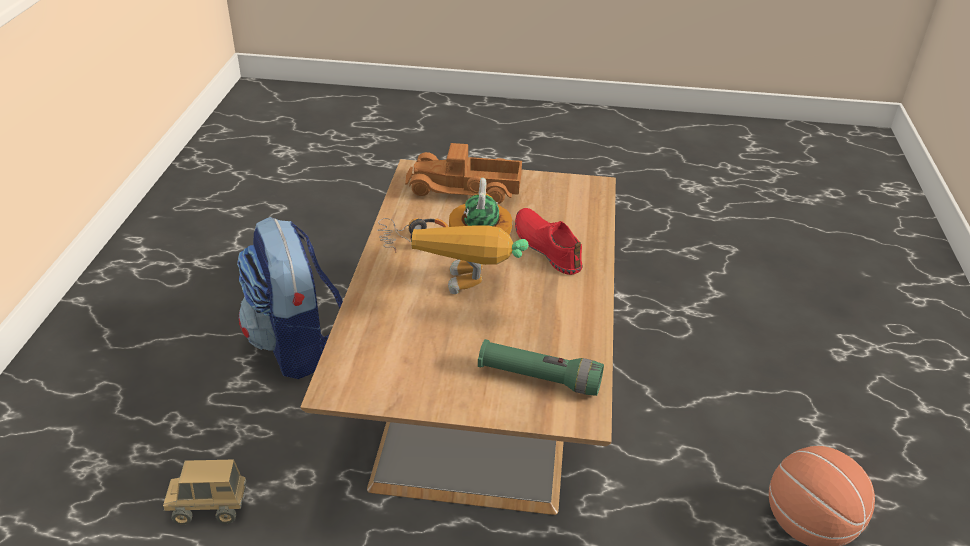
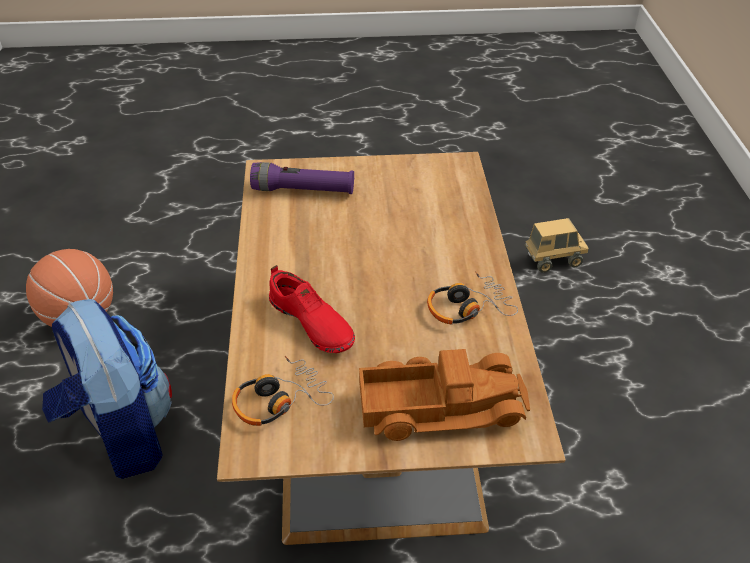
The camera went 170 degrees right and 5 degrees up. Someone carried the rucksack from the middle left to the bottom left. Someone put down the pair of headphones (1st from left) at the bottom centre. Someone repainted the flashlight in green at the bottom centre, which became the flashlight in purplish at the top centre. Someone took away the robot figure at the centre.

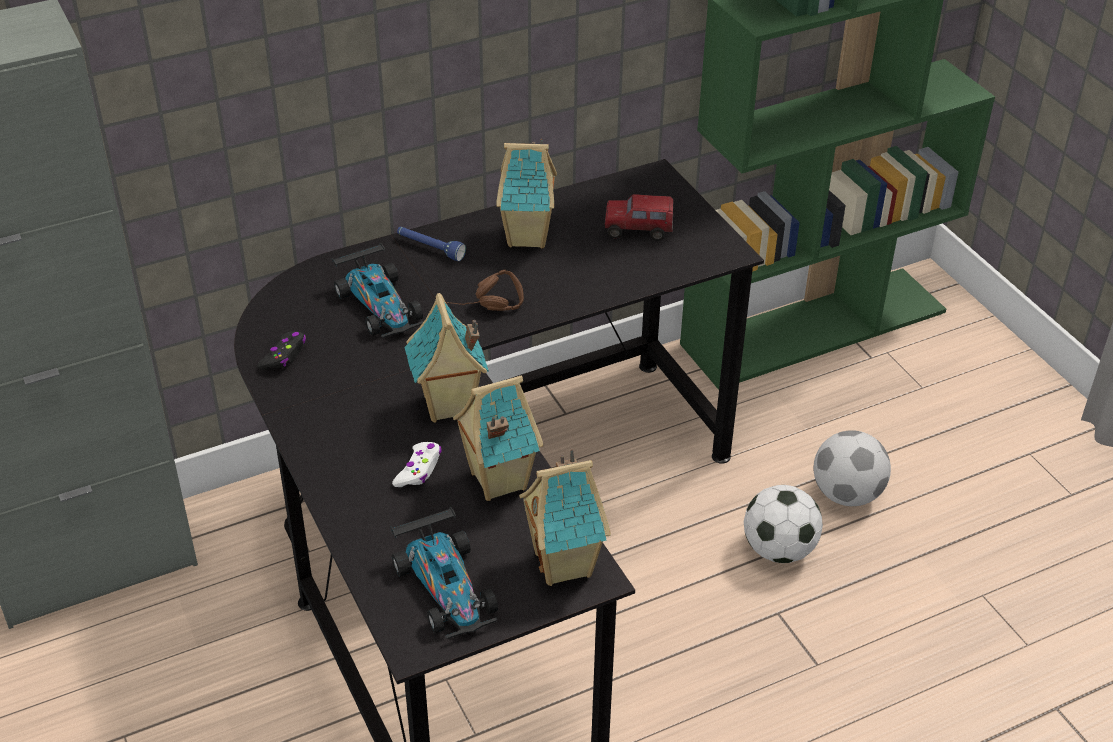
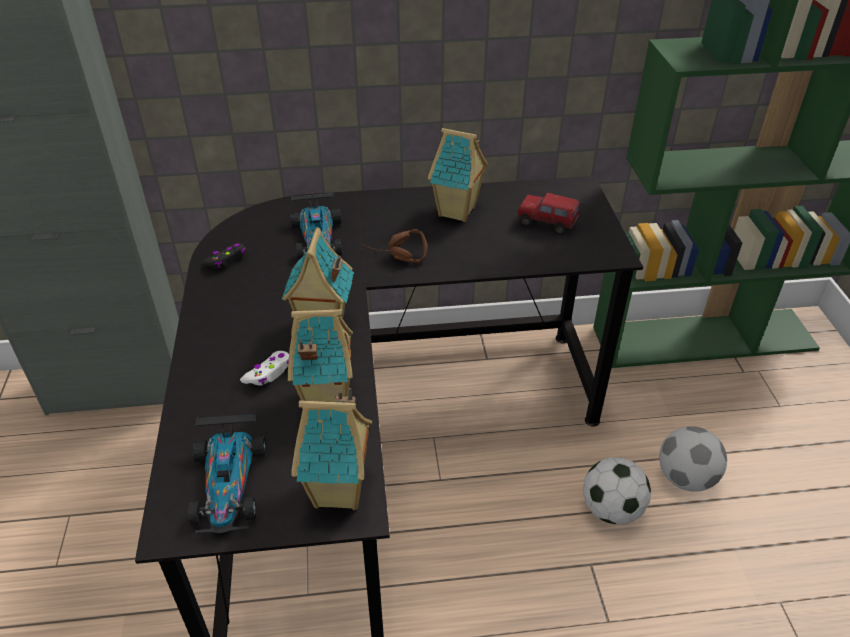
The camera went 20 degrees right and 0 degrees up. Someone took away the flashlight in blue-coloured at the top centre.

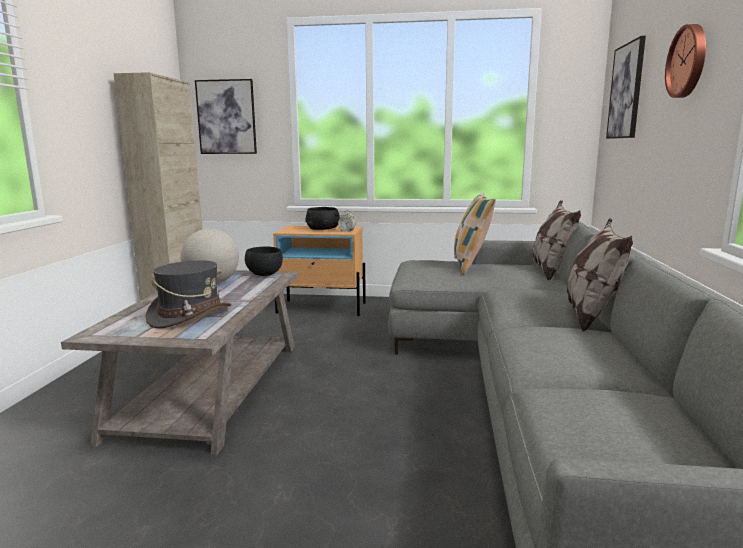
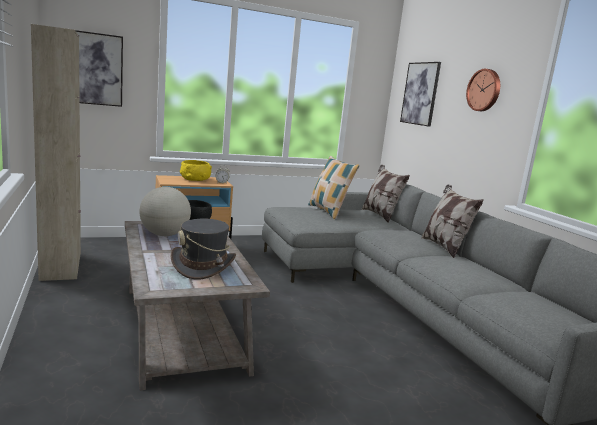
The camera went 30 degrees left and 0 degrees up. Someone repainted the bowl in blackish (2nd from left) at the centre, which became the bowl in yellowish at the middle left.

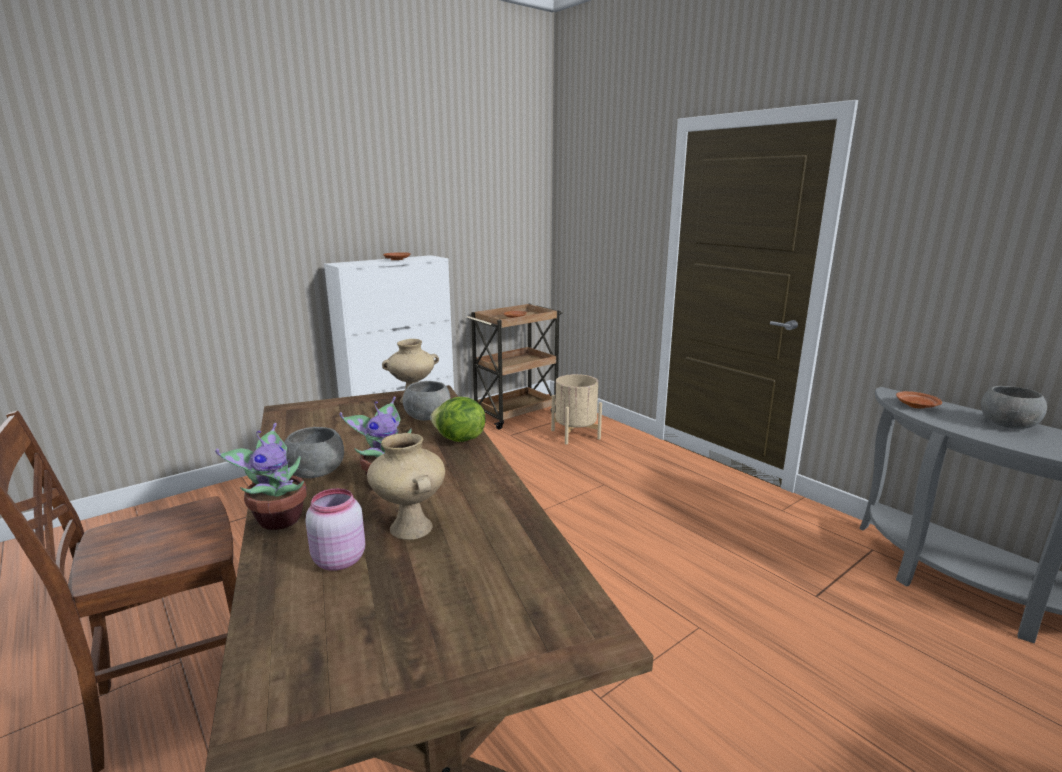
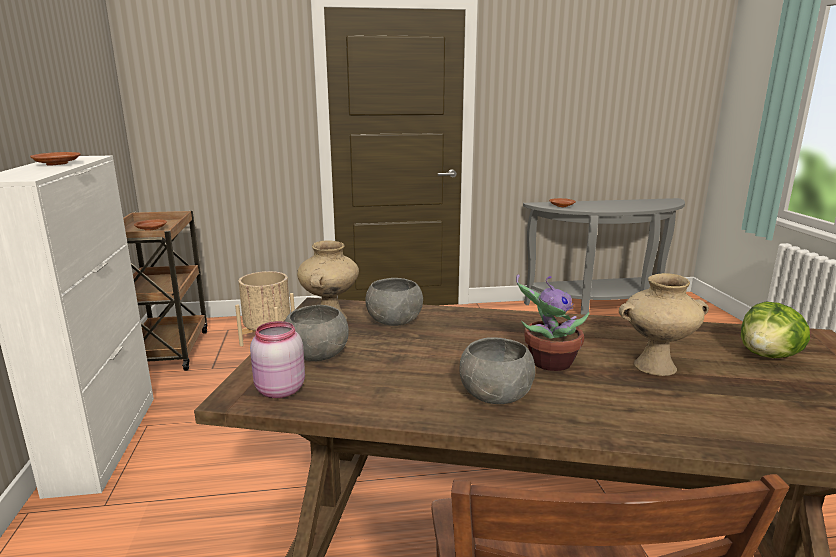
The camera went 60 degrees left and 0 degrees up. Someone carried the storage jar in pink-coloured from the bottom left to the middle left. Someone carried the bowl in greyish (3rd from left in the first image) from the middle right to the centre. Someone carried the lettuce from the centre to the middle right. Someone took away the potted plant (1st from left) at the middle left.

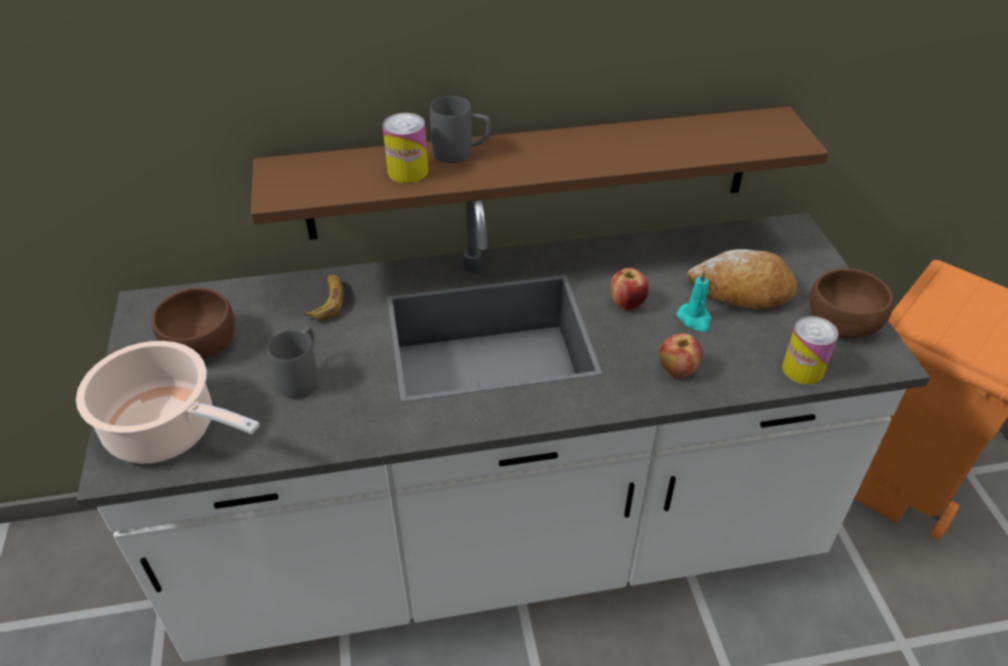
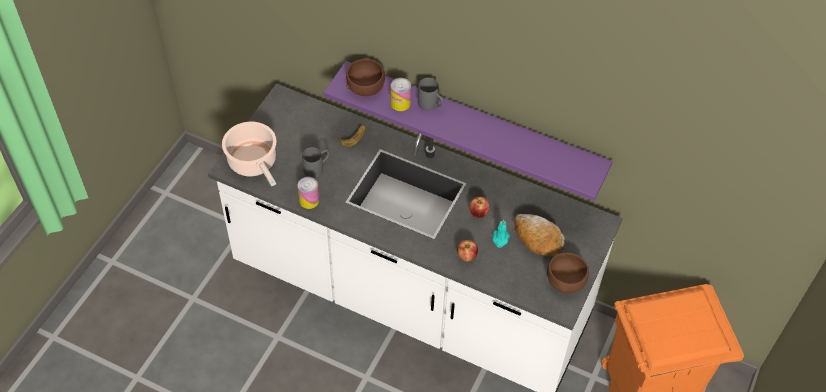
The camera went 35 degrees right and 10 degrees up. Someone carried the can (2nd from left in the first image) from the middle right to the centre. Someone repainted the bracket shelf in brown at the top centre, which became the bracket shelf in purplish at the centre. Someone carried the bowl in brown (1st from left) from the middle left to the top centre.

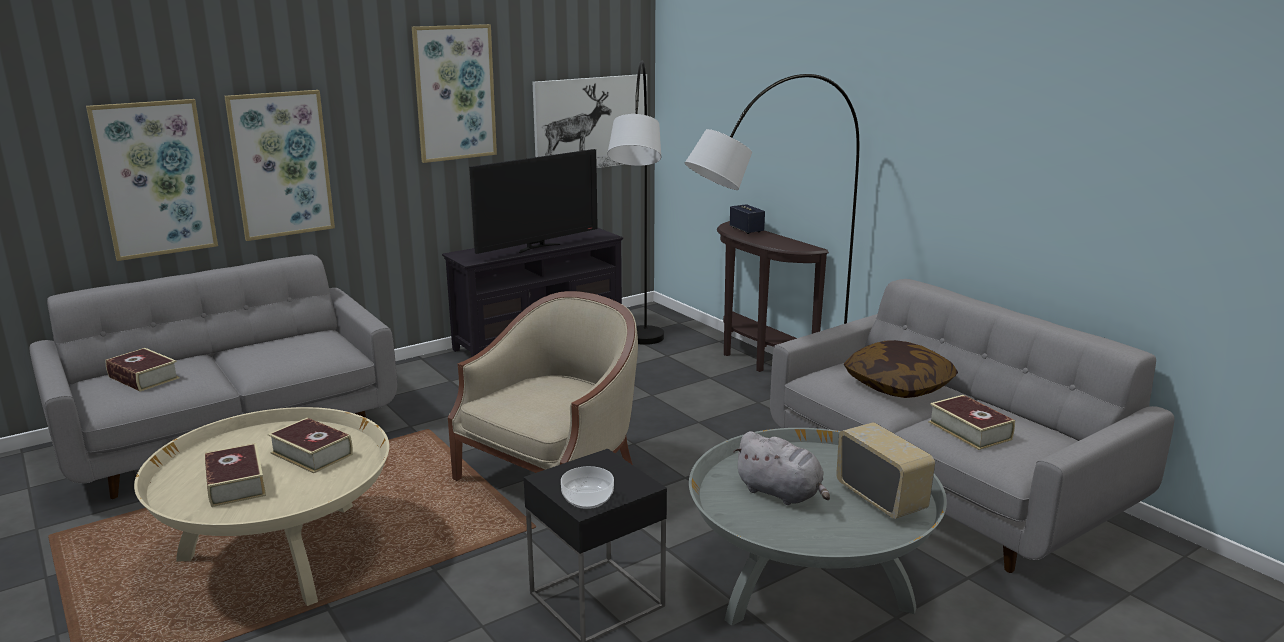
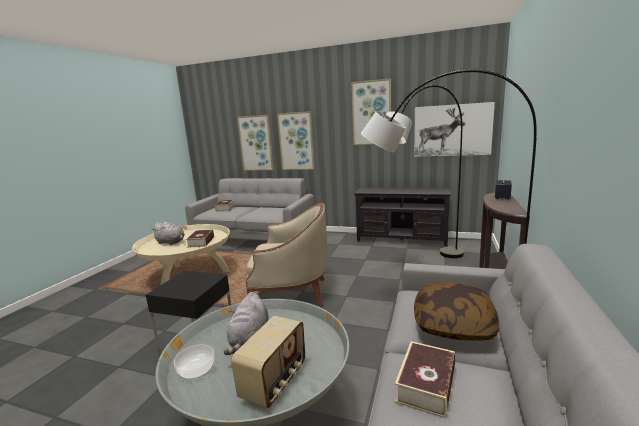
The camera went 55 degrees right and 5 degrees down. Someone swapped the volume (2nd from left) at the bottom left for the soft toy in greyish (1st from left) at the middle left. Someone carried the bowl from the bottom centre to the bottom left. Someone took away the TV at the top centre.

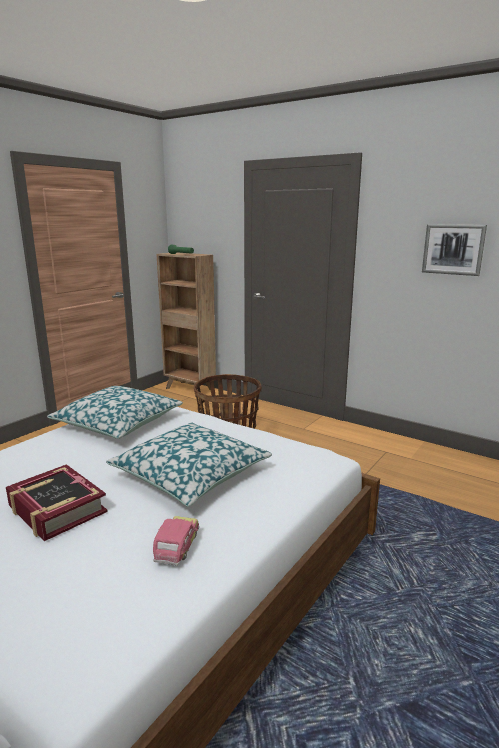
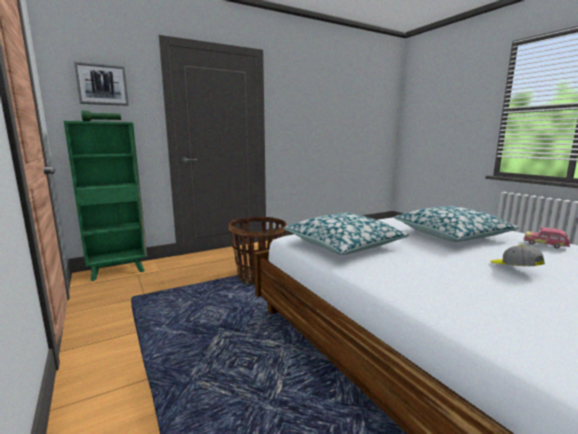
The camera went 65 degrees left and 5 degrees down. Someone repainted the bookcase in brown at the centre, which became the bookcase in green at the middle left. Someone carried the wall picture from the middle right to the top left. Someone swapped the volume at the bottom left for the cap at the middle right.

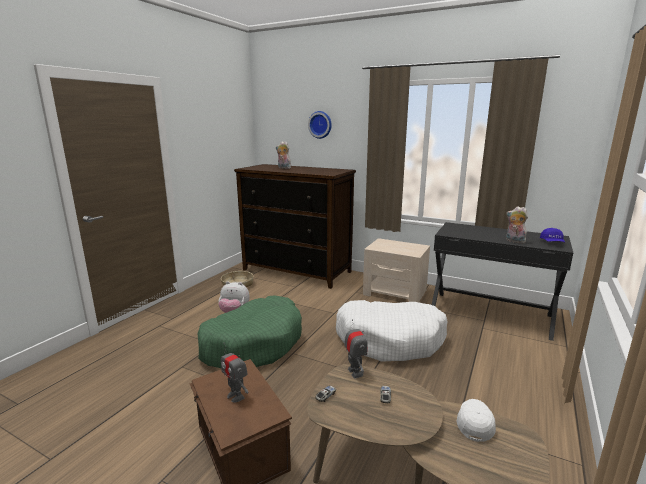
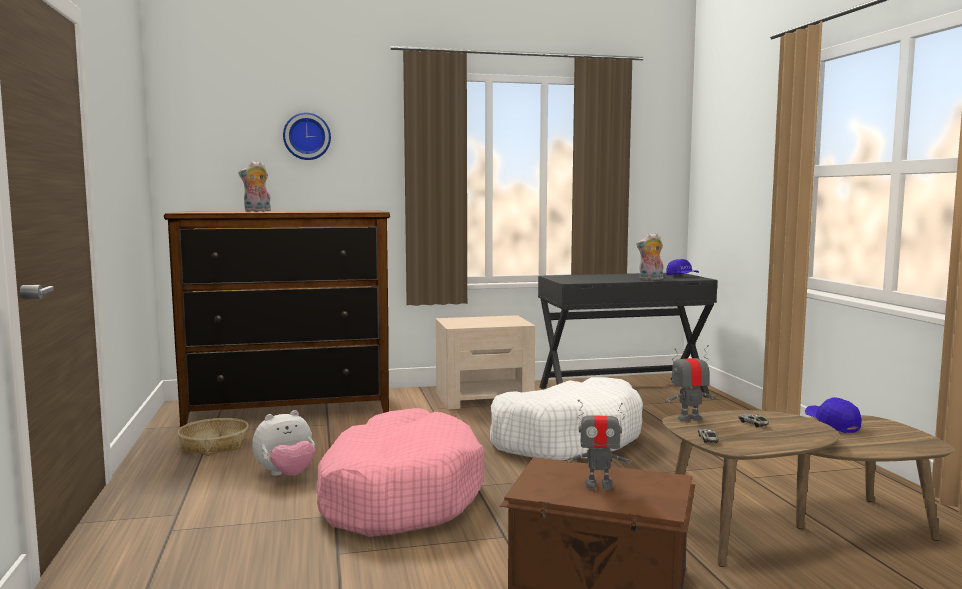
The camera went 40 degrees left and 10 degrees down. Someone repainted the pet bed in green at the bottom centre, which became the pet bed in pink-coloured at the bottom centre. Someone rotated the robot figure (2nd from left) at the bottom centre by 45 degrees counterclockwise. Someone repainted the cap in white at the bottom right, which became the cap in blue-coloured (2nd from left) at the bottom right.

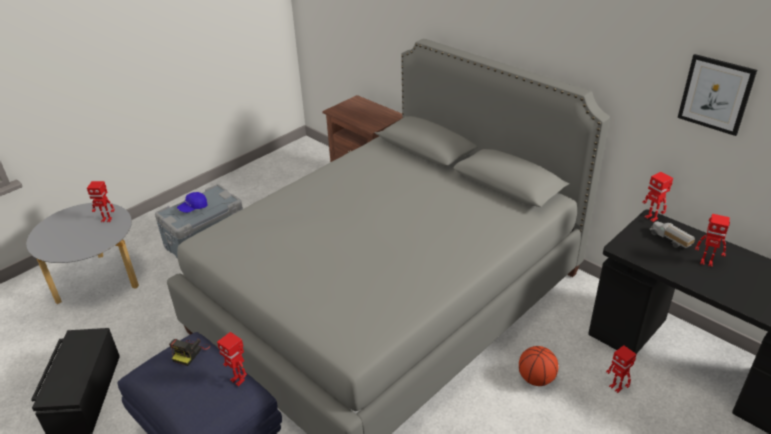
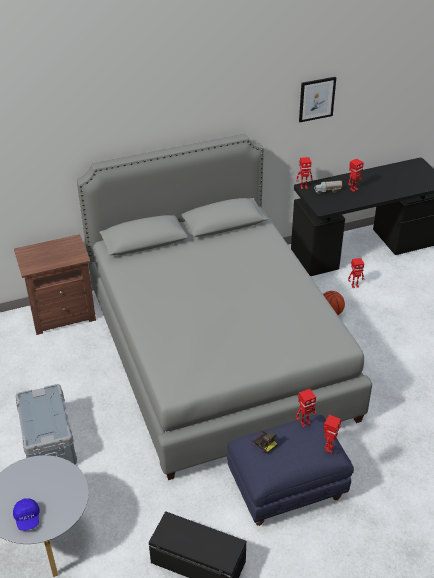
The camera went 65 degrees left and 5 degrees up. Someone carried the cap in blue-coloured from the middle left to the bottom left. Someone carried the robot figure (1st from left in the first image) from the middle left to the bottom right.

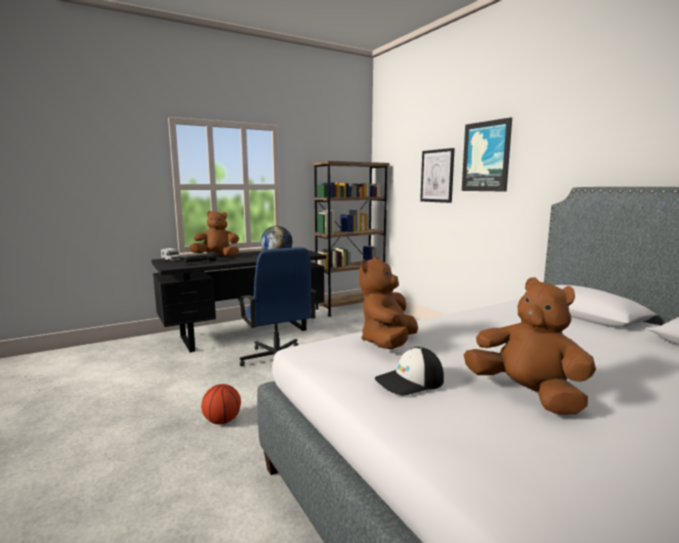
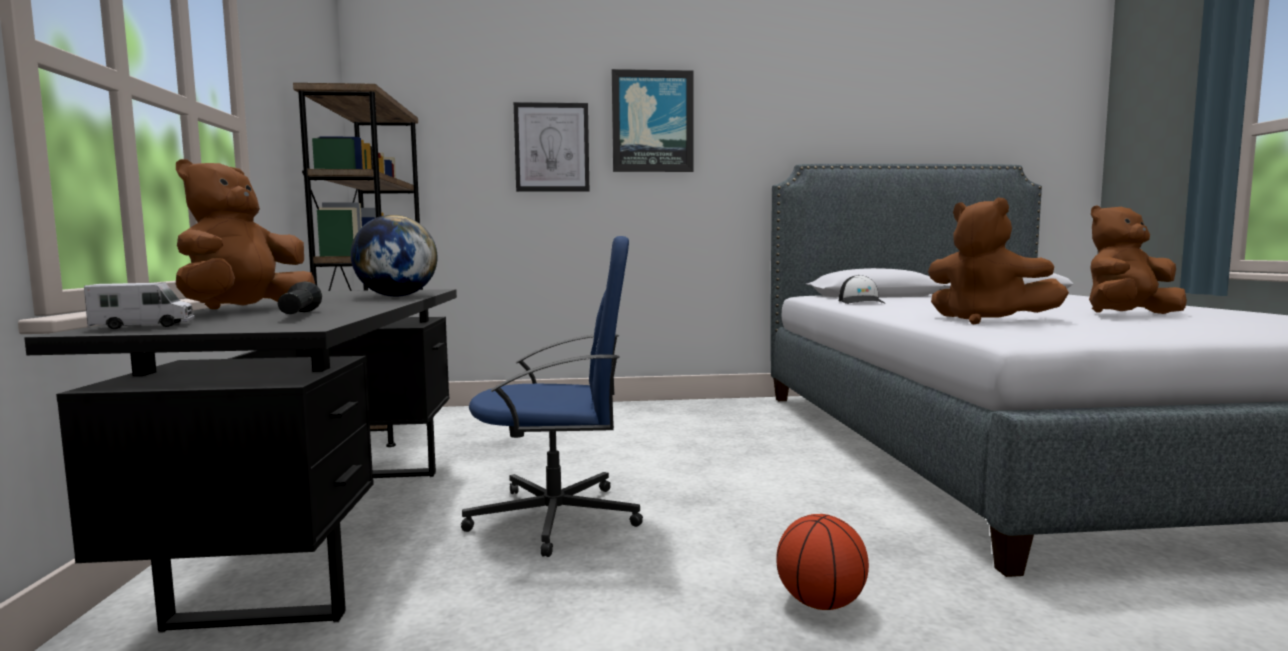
The camera went 65 degrees left and 5 degrees down. Someone carried the cap from the bottom centre to the middle right.

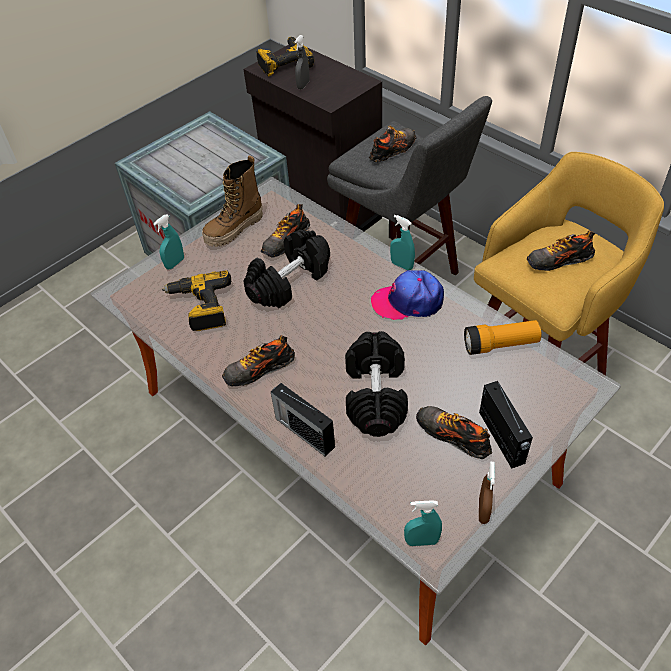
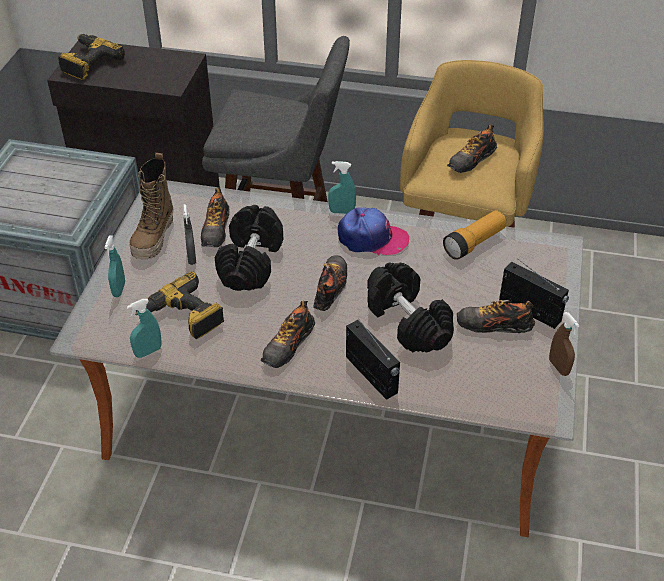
The camera went 35 degrees left and 5 degrees down. Someone carried the spray bottle in blue-green (3rd from left in the first image) from the bottom centre to the middle left. Someone carried the spray bottle in greyish from the top centre to the middle left. Someone carried the item of footwear (3rd from left) from the top centre to the centre. Someone rotated the cap at the centre by 135 degrees counterclockwise. Someone rotated the radio set (1st from left) at the centre by 135 degrees counterclockwise.

